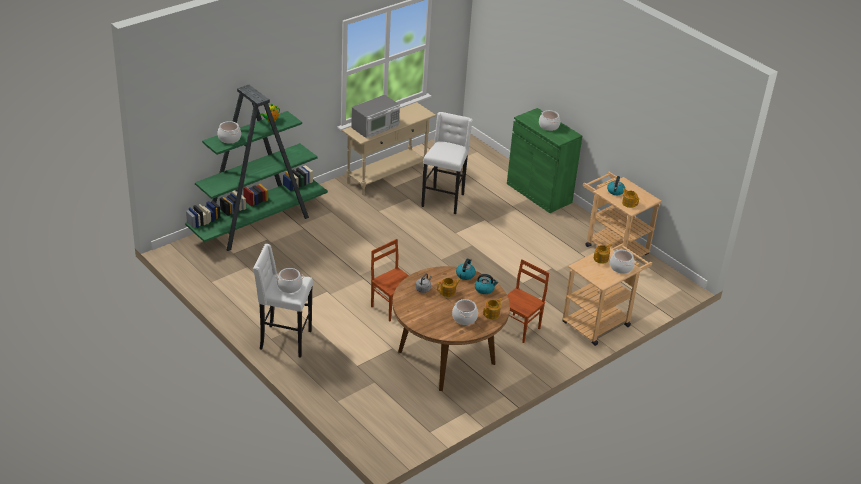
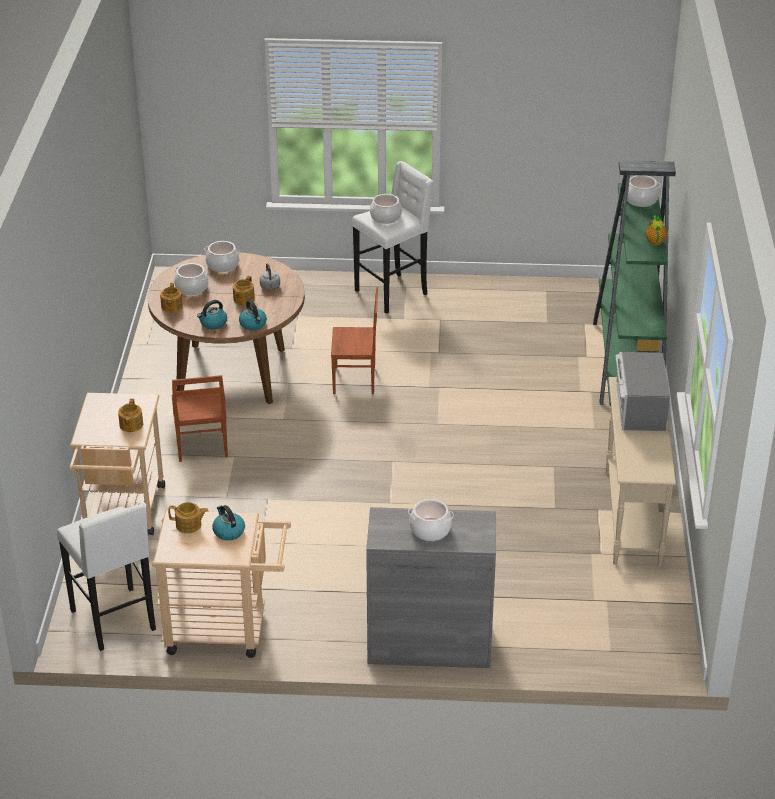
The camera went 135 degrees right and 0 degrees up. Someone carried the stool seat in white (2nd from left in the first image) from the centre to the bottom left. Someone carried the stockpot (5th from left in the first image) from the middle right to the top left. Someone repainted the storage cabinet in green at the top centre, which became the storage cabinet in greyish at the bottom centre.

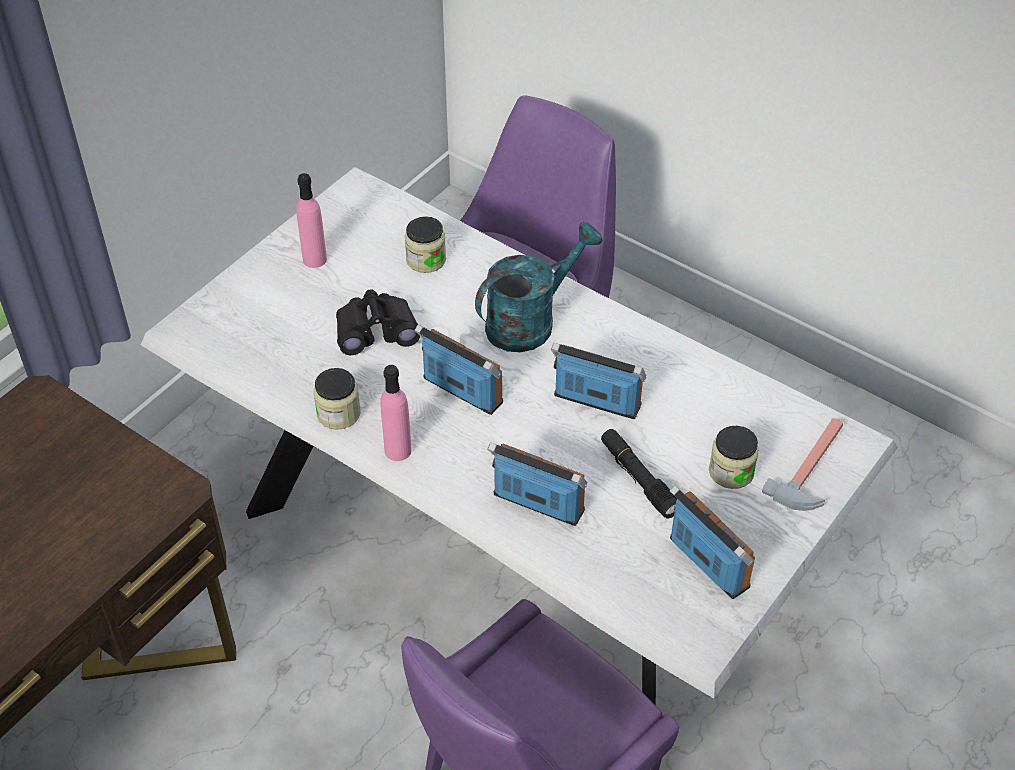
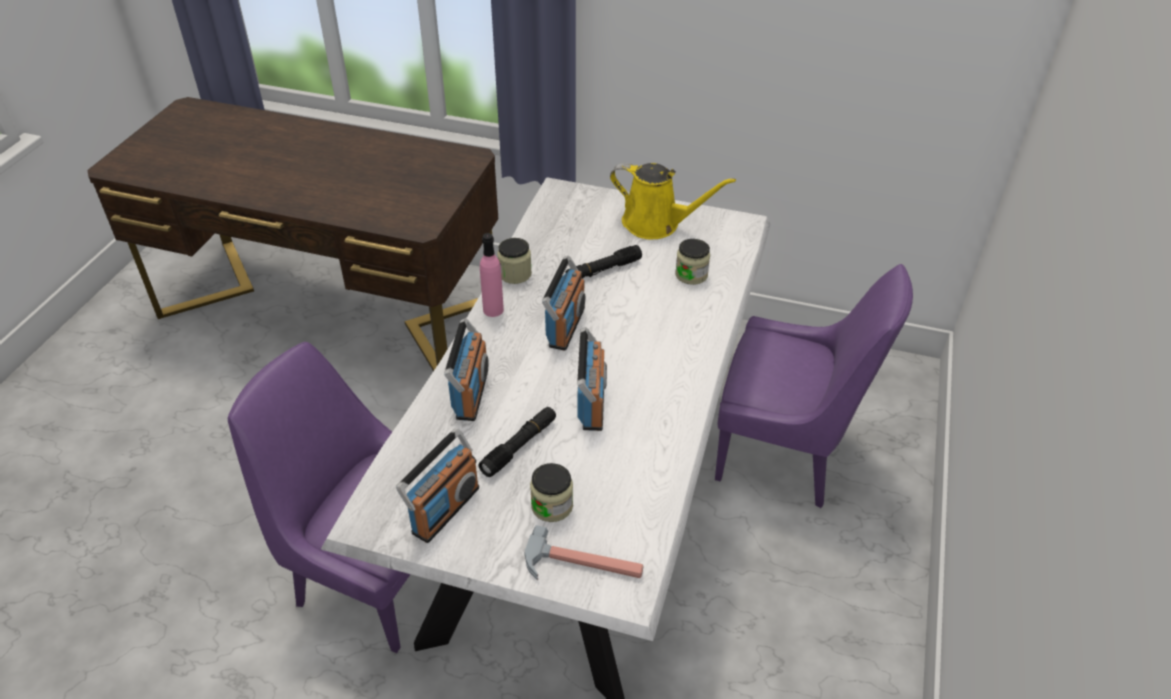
The camera went 70 degrees right and 5 degrees down. Someone swapped the binoculars in blackish at the centre for the flashlight in blackish (2nd from left) at the centre. Someone swapped the bottle in pink-coloured (1st from left) at the top left for the watering can in yellowish at the top centre. Someone took away the watering can in blue-green at the centre.

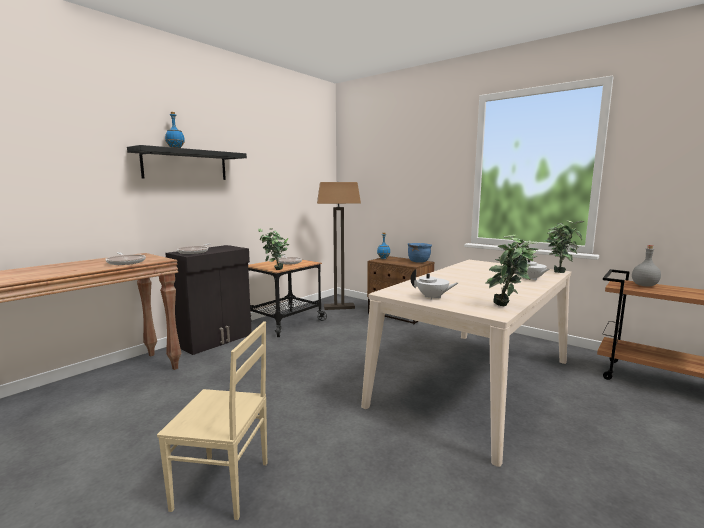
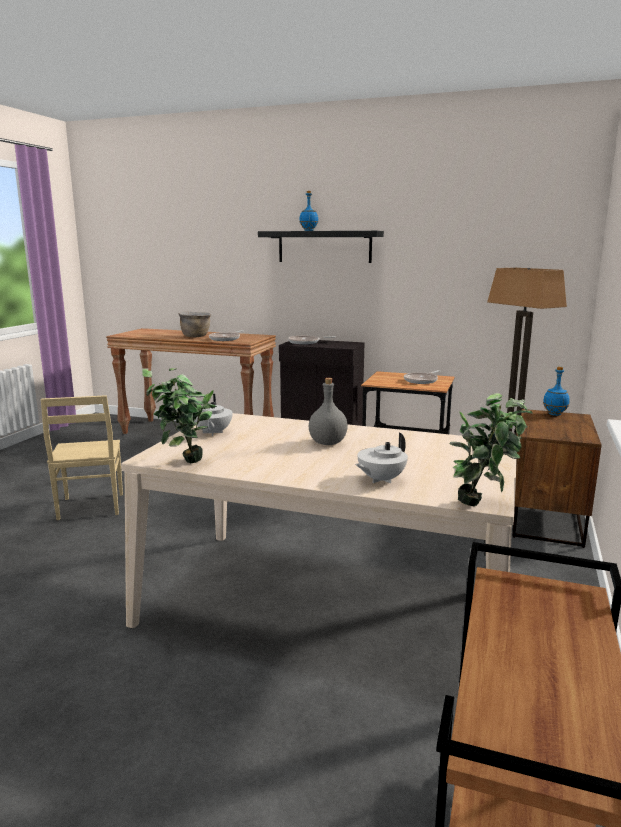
The camera went 70 degrees right and 5 degrees up. Someone put down the stockpot in brown at the middle left. Someone carried the bottle in greyish from the middle right to the centre. Someone took away the potted plant (1st from left) at the centre. Someone took away the stockpot in blue-coloured at the centre.

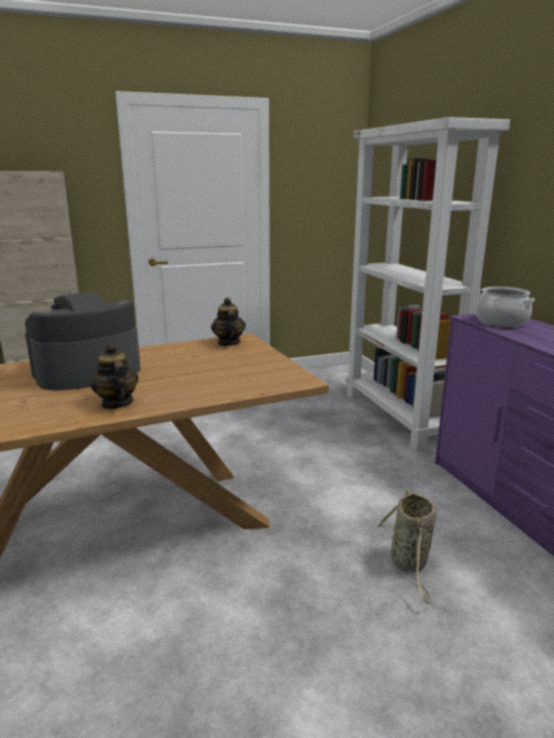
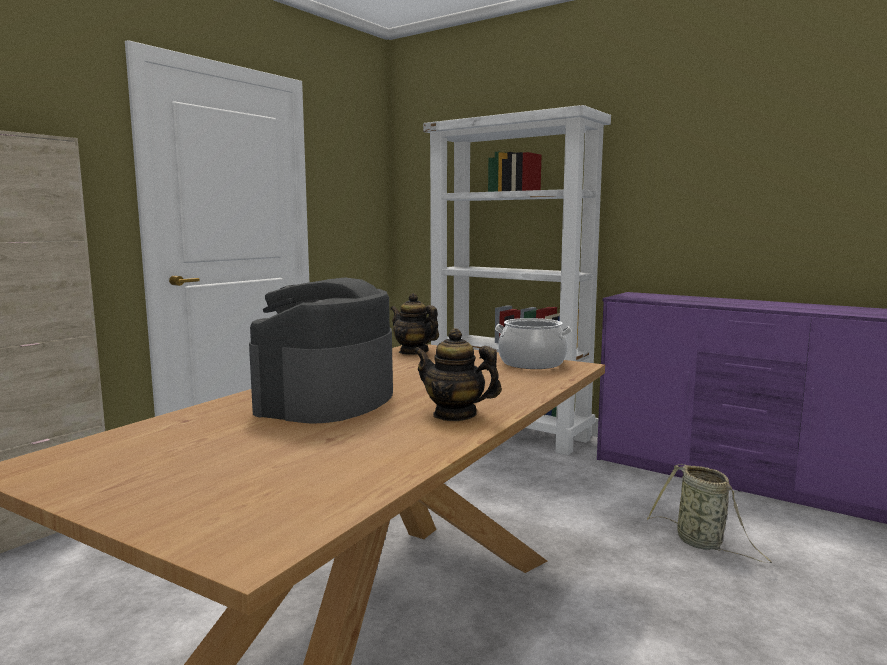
The camera went 35 degrees left and 10 degrees down. Someone carried the stockpot from the middle right to the centre.

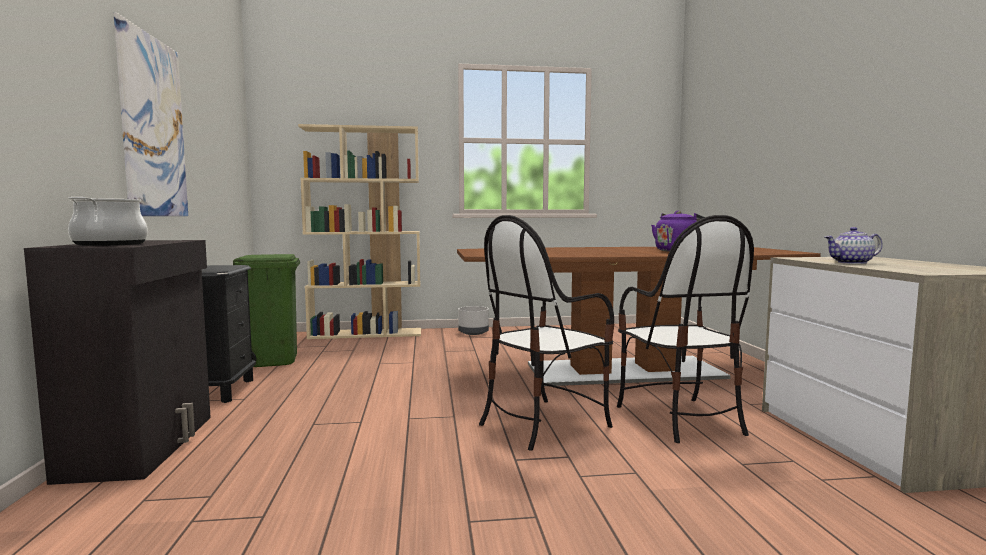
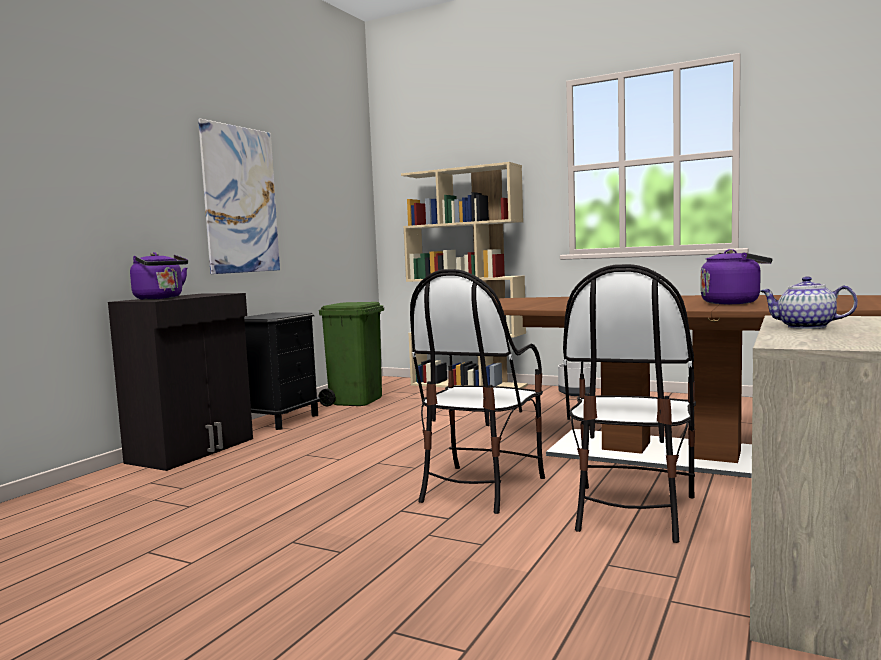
The camera went 35 degrees right and 0 degrees up. Someone swapped the stockpot at the middle left for the water kettle in purplish (1st from left) at the middle left. Someone rotated the chair (1st from left) at the centre by 60 degrees counterclockwise.

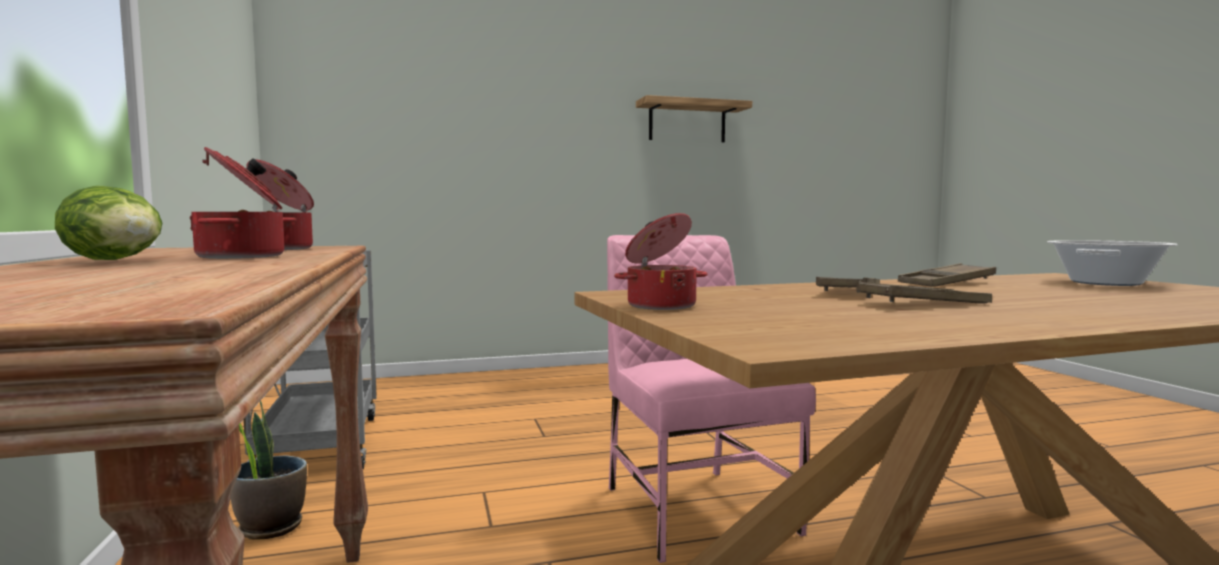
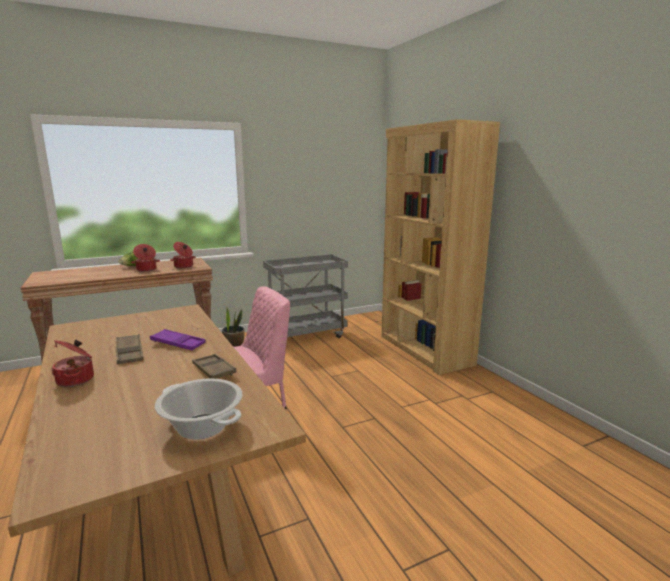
The camera went 80 degrees right and 10 degrees up. Someone carried the stockpot (3rd from left in the first image) from the centre to the middle left. Someone repainted the carrying tray in brown (1st from left) at the middle right, which became the carrying tray in purplish at the middle left. Someone put down the bookcase in brown at the centre. Someone took away the bracket shelf at the top centre.

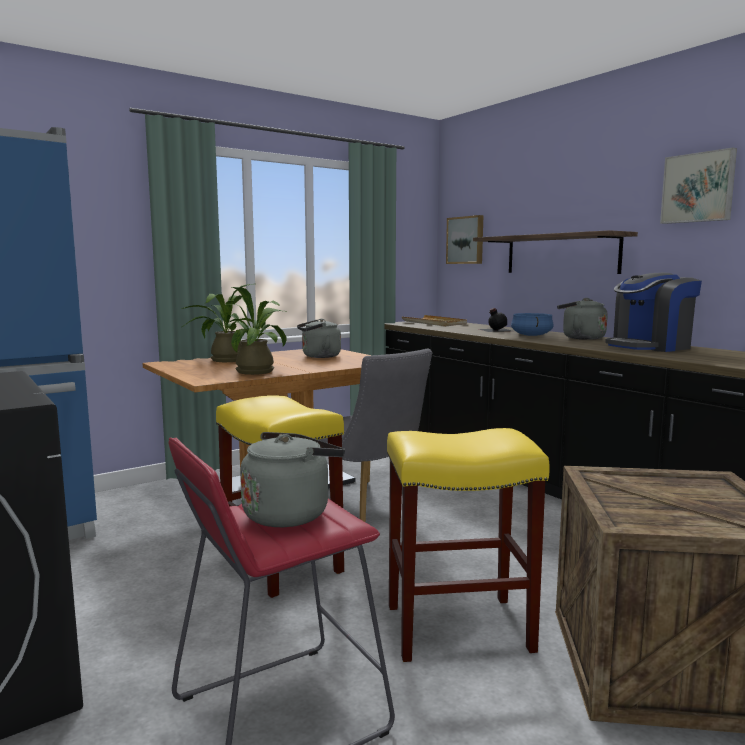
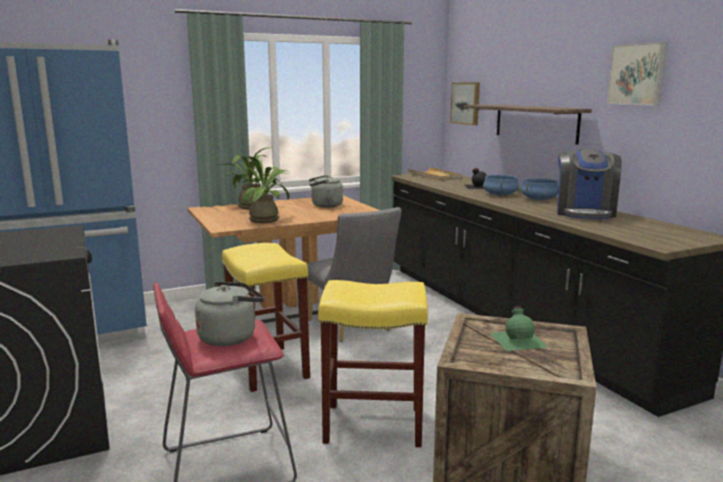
The camera went 10 degrees right and 5 degrees up. Someone put down the bottle in green at the bottom right. Someone swapped the water kettle in greyish (3rd from left) at the middle right for the stockpot in blue-coloured (2nd from left) at the middle right. Someone rotated the coffee machine at the middle right by 60 degrees counterclockwise.

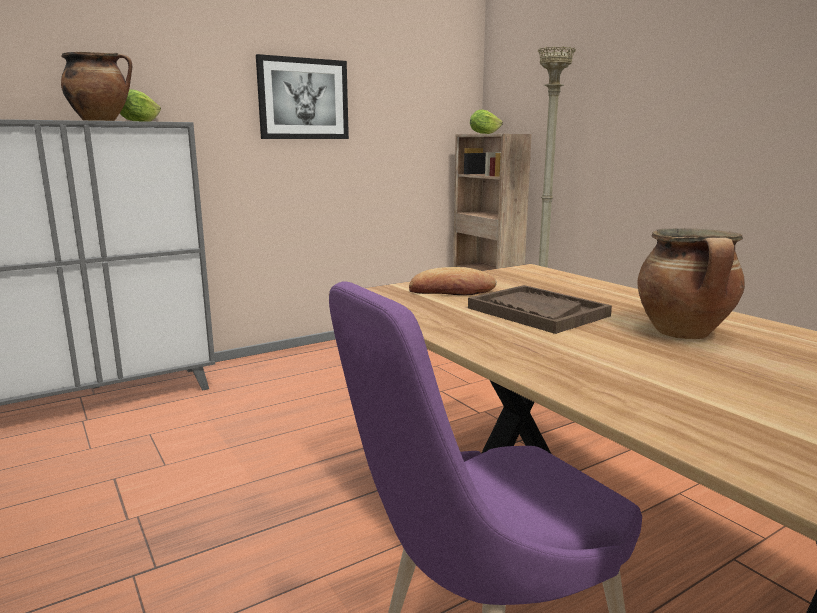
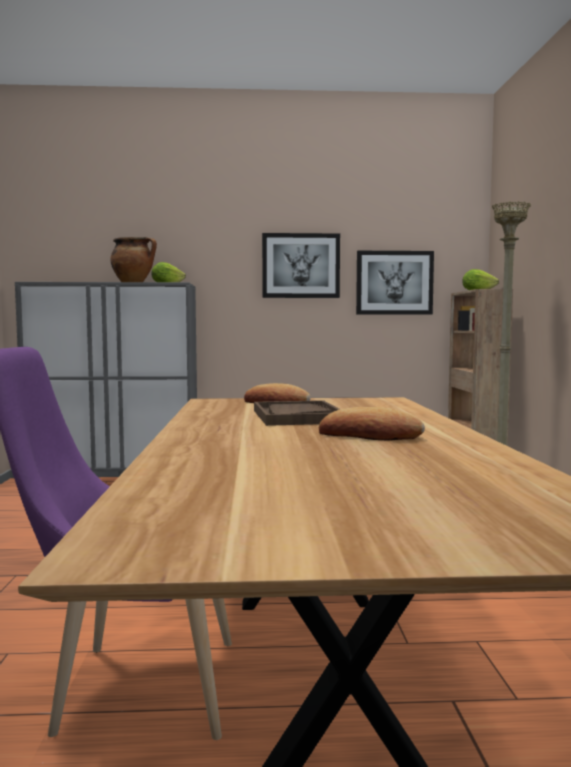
The camera went 30 degrees right and 10 degrees down. Someone swapped the stockpot (2nd from left) at the middle right for the bakery bread (2nd from left) at the centre. Someone put up the wall picture (2nd from left) at the middle right.

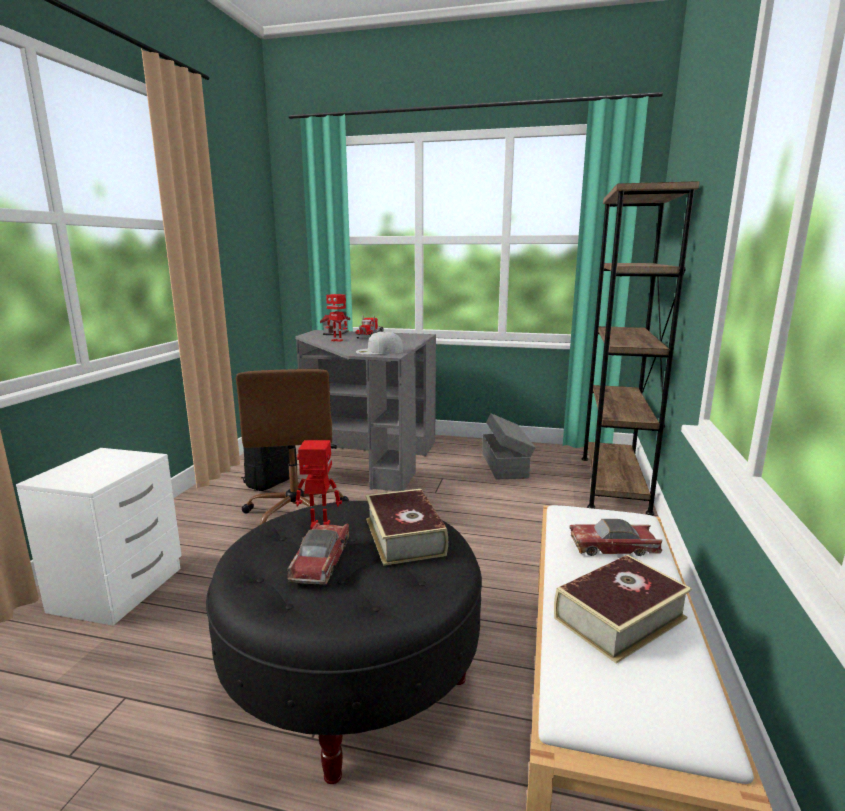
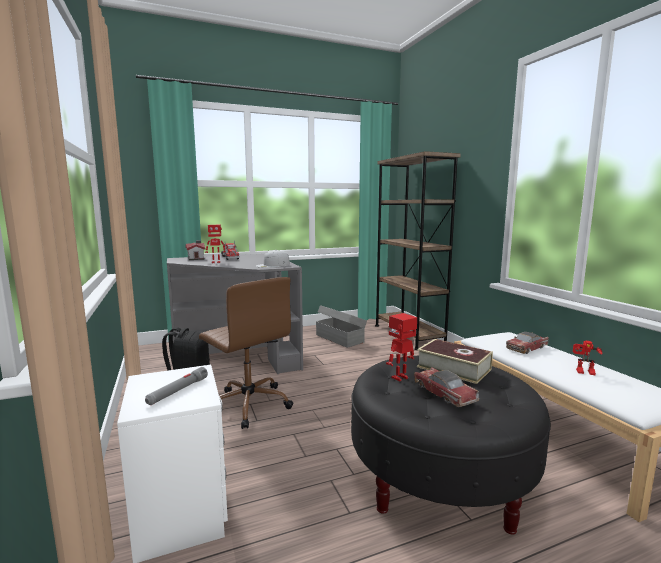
The camera went 35 degrees left and 5 degrees down. Someone put down the flashlight in greyish at the bottom left. Someone swapped the volume (2nd from left) at the bottom right for the robot figure (3rd from left) at the middle right.

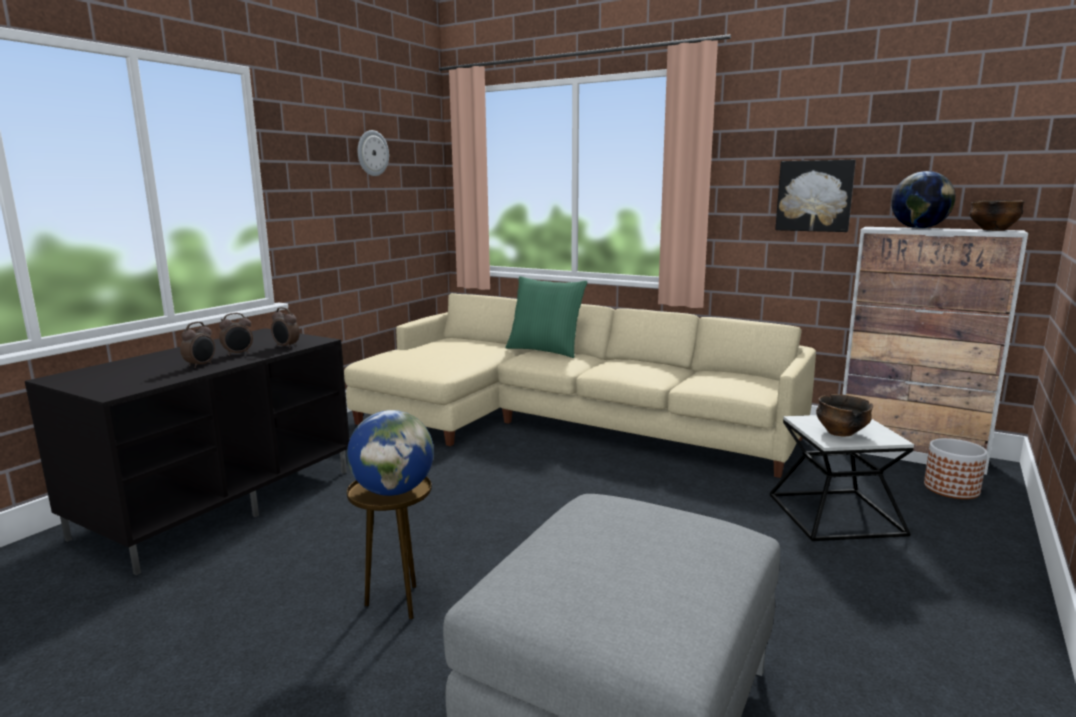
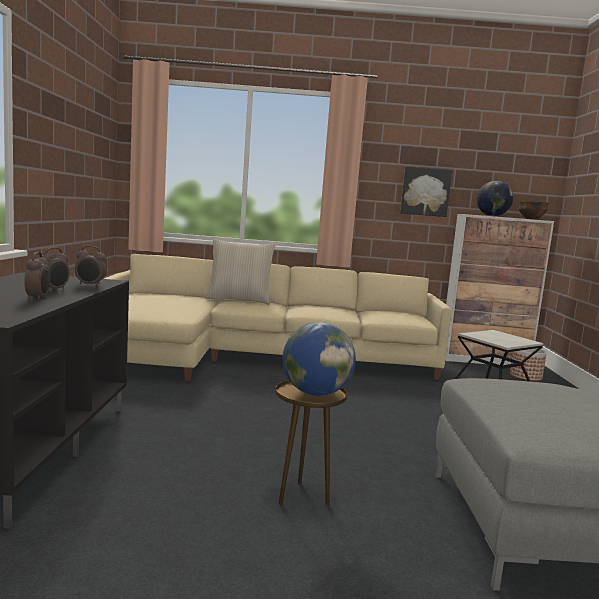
The camera went 30 degrees left and 5 degrees down. Someone repainted the cushion in green at the centre, which became the cushion in beige at the centre. Someone took away the clock on the wall at the top centre. Someone took away the bowl (1st from left) at the middle right.

